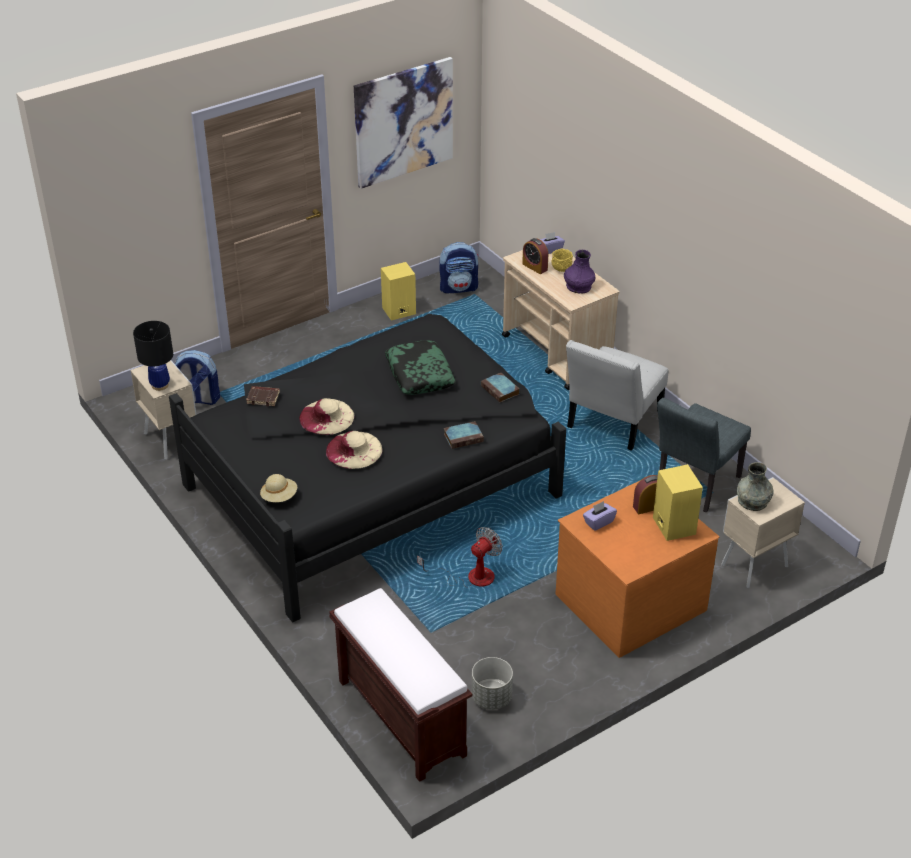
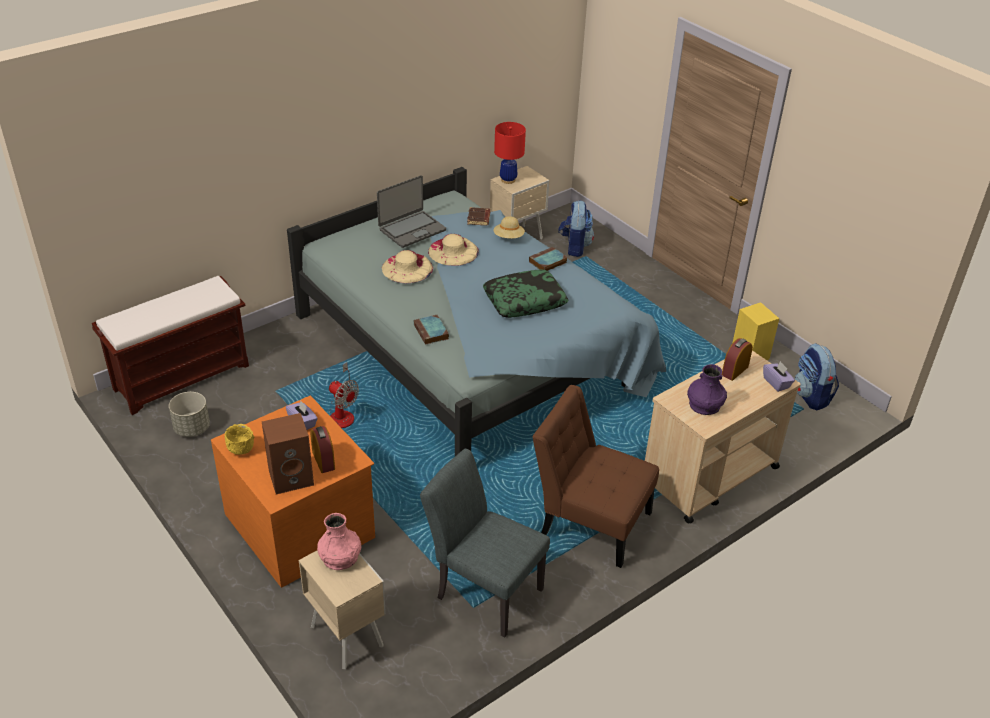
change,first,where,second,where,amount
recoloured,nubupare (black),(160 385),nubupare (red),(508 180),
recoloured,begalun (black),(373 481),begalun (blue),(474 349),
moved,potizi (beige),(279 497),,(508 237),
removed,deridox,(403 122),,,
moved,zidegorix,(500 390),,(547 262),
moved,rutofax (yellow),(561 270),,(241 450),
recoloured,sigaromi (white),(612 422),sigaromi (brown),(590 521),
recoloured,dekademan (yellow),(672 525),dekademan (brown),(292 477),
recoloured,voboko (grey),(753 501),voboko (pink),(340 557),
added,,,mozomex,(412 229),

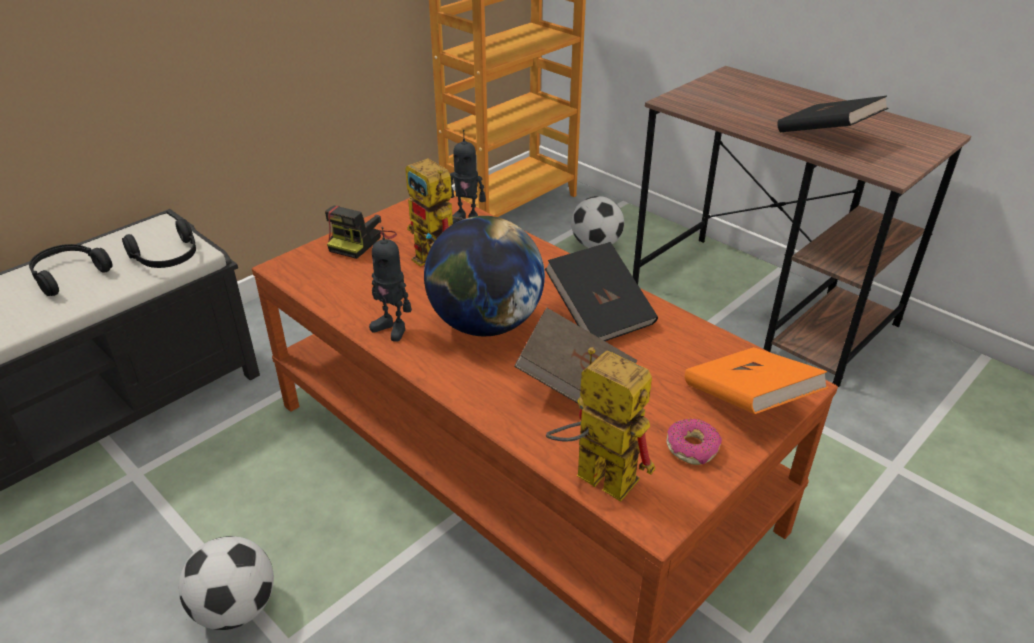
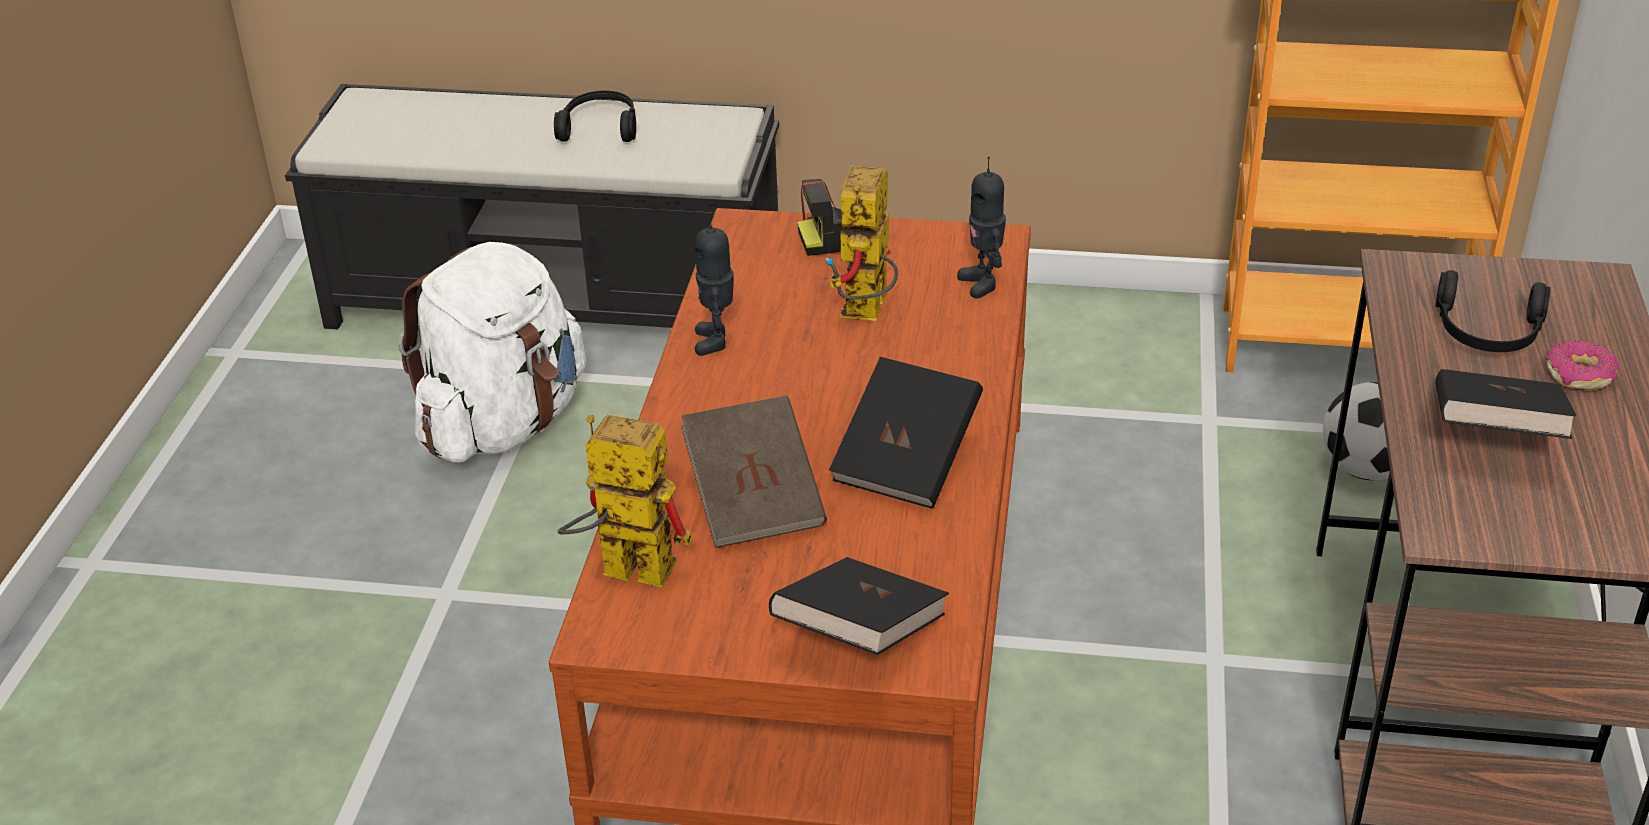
change,first,where,second,where,amount
moved,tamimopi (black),(168 258),,(1487 332),
removed,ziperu,(236 608),,,
removed,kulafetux,(485 324),,,
turned,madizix,(593 476),,(622 570),75 degrees counterclockwise
moved,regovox,(692 448),,(1580 375),
recoloured,zidegorix (orange),(747 401),zidegorix (black),(860 634),
added,,,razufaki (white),(504 425),

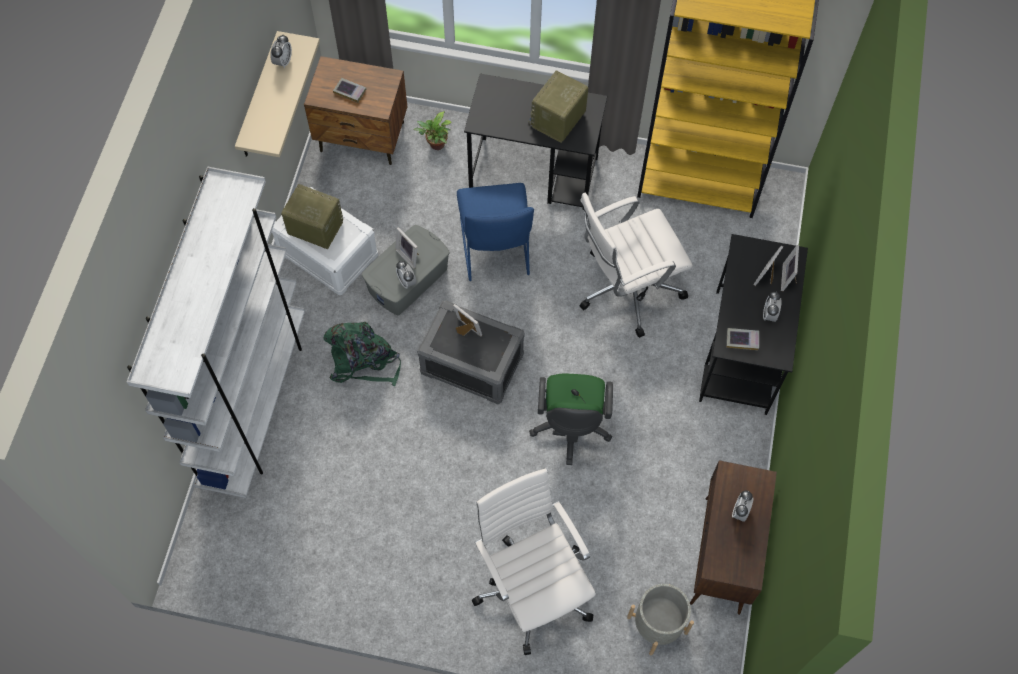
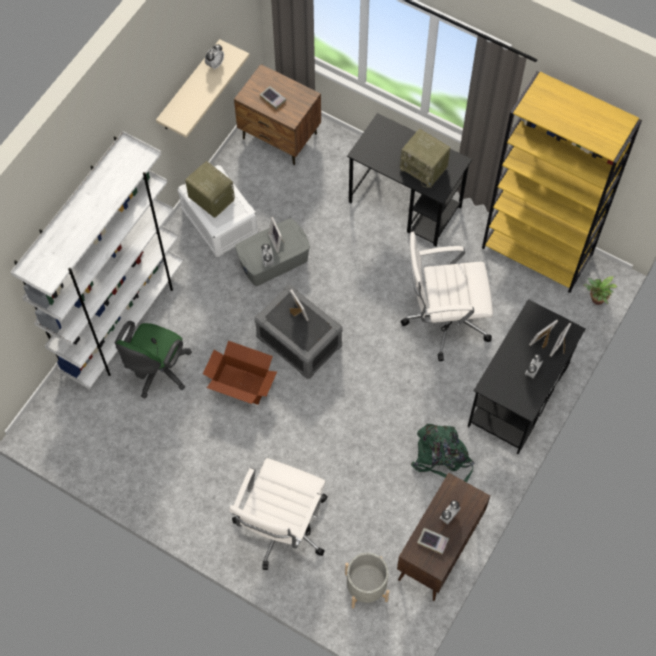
change,first,where,second,where,amount
moved,razufaki (green),(363 360),,(442 457),
moved,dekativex,(435 145),,(596 300),
removed,sigaromi (blue),(495 250),,,
turned,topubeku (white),(533 587),,(281 527),150 degrees counterclockwise
turned,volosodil,(558 121),,(424 168),105 degrees counterclockwise
moved,topubeku (green),(570 429),,(157 371),
moved,zidegorix,(742 340),,(433 541),
added,,,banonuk,(241 383),

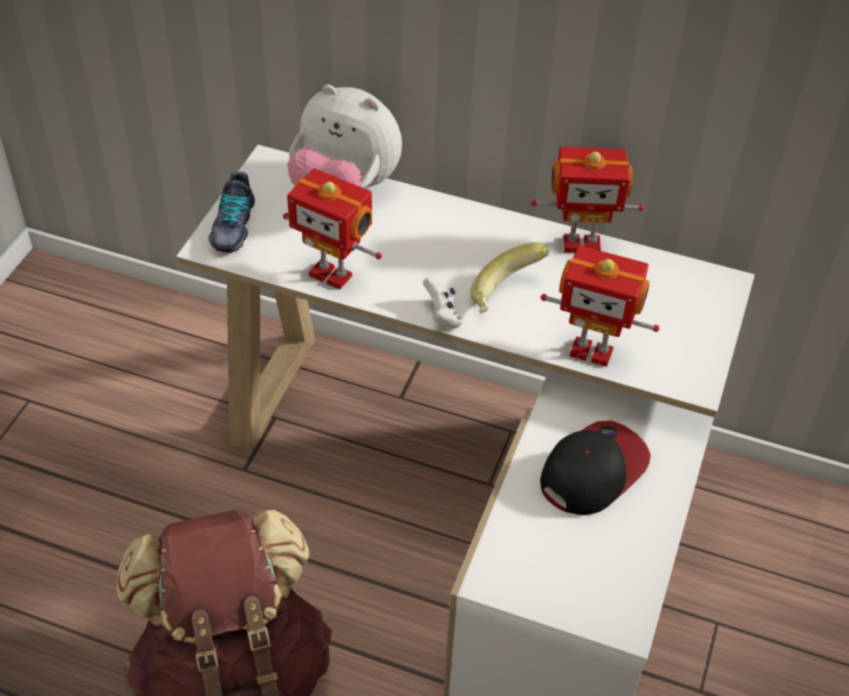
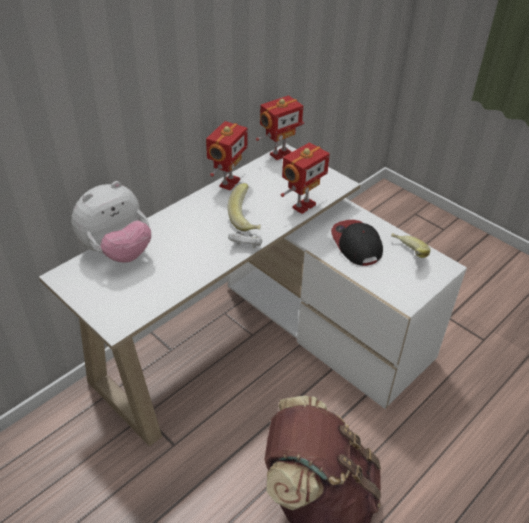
change,first,where,second,where,amount
removed,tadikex,(232 226),,,
moved,madizix,(332 273),,(279 153),
added,,,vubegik,(406 254),

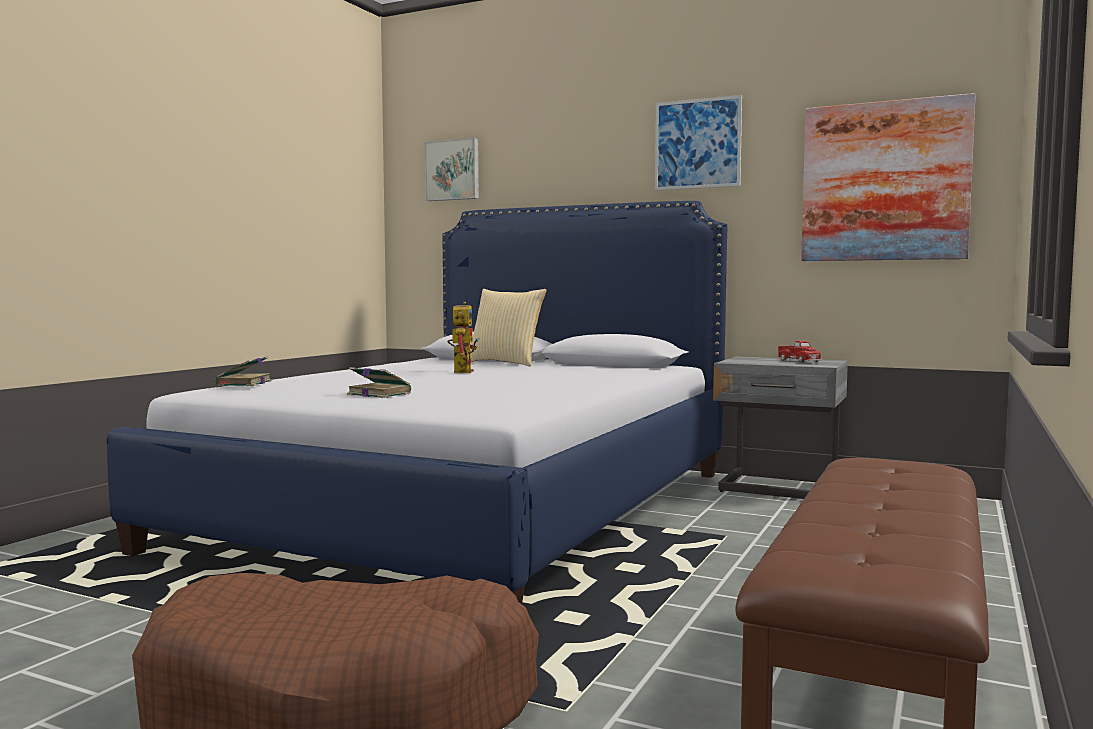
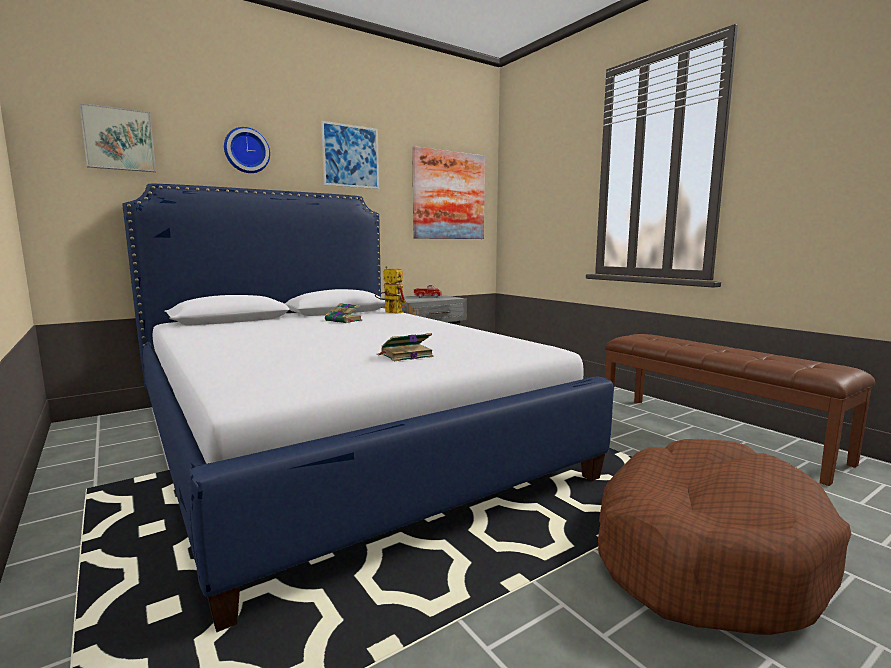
change,first,where,second,where,amount
moved,zidegorix,(243 383),,(344 320),
moved,madizix,(461 371),,(389 312),
removed,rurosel,(506 363),,,
added,,,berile,(246 151),

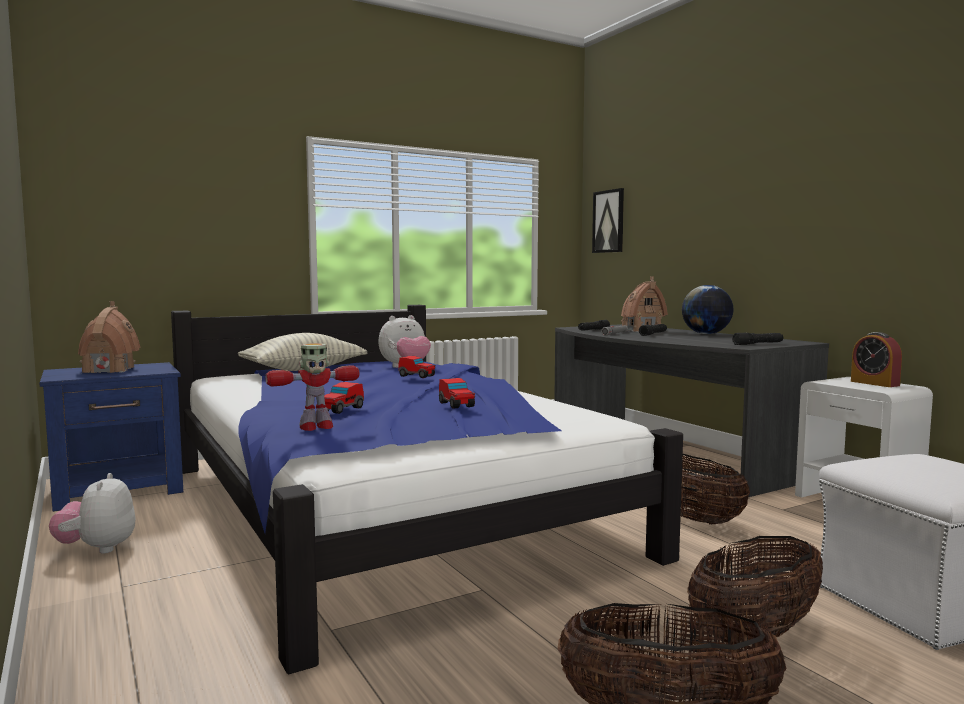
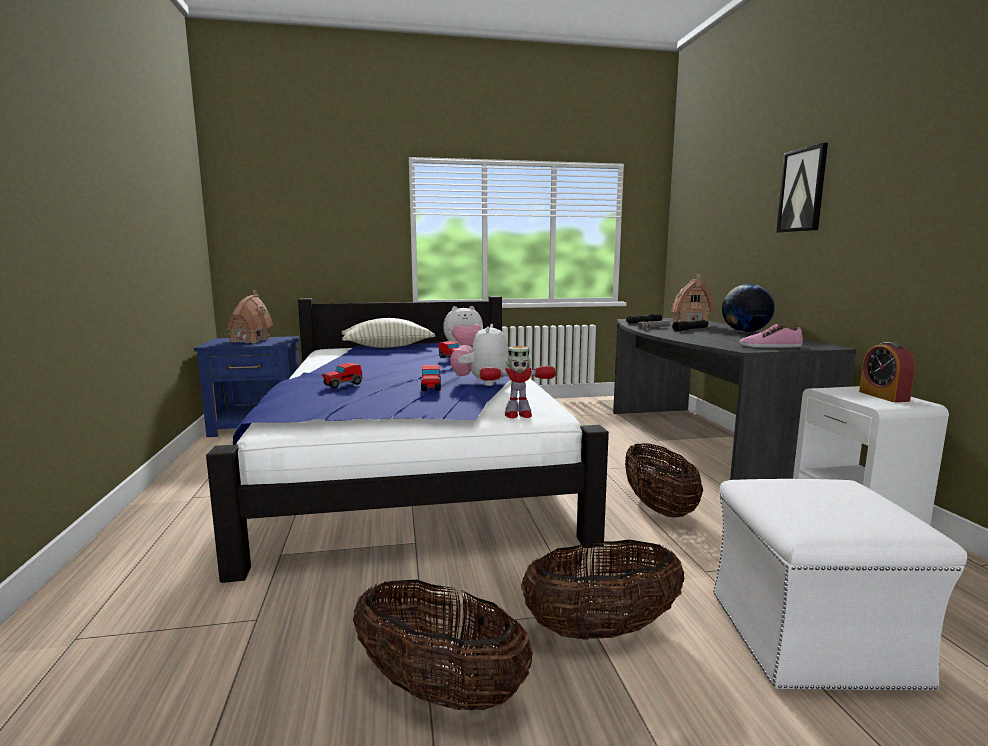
change,first,where,second,where,amount
moved,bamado,(97 549),,(481 383),
moved,madizix,(315 427),,(517 415),
moved,deridox,(609 221),,(802 190),
replaced,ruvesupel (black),(758 344),tadikex,(770 346),

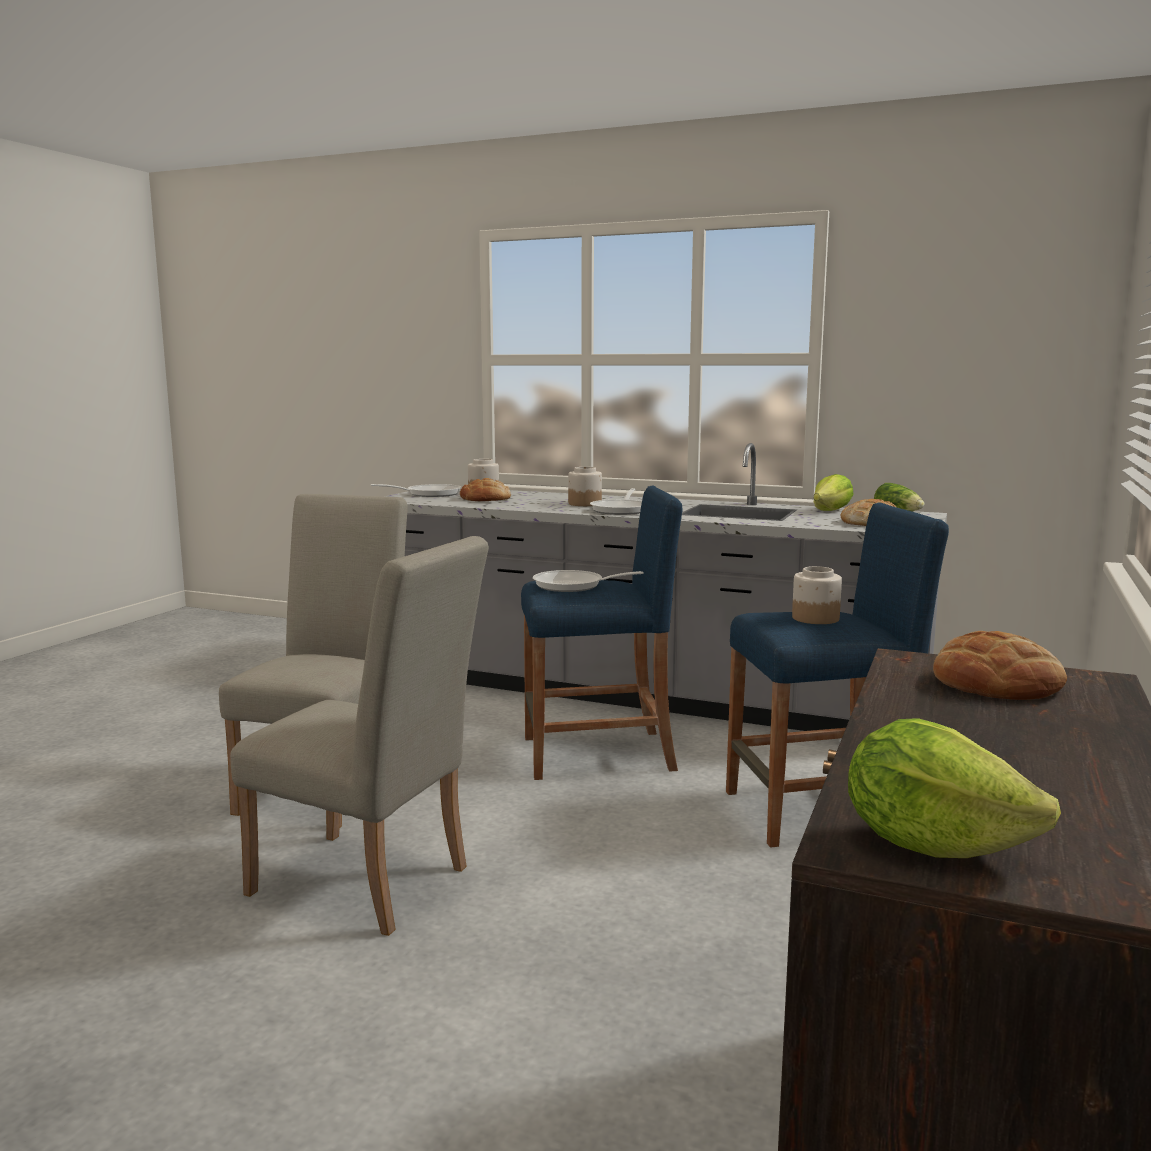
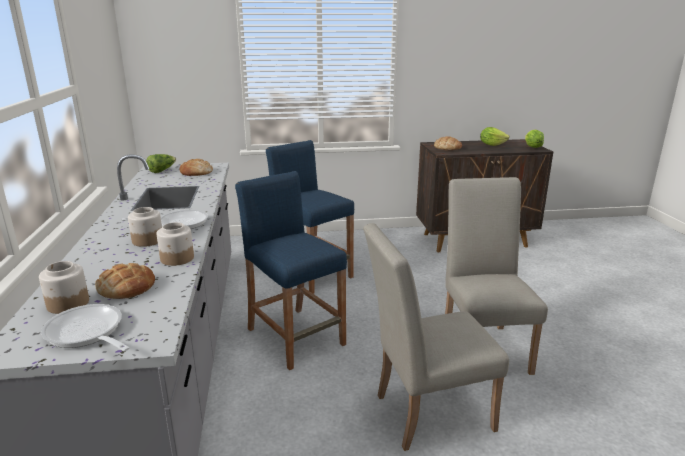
change,first,where,second,where,amount
removed,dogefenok,(575 586),,,
moved,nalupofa,(814 618),,(177 259),
moved,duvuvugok,(831 511),,(492 145),

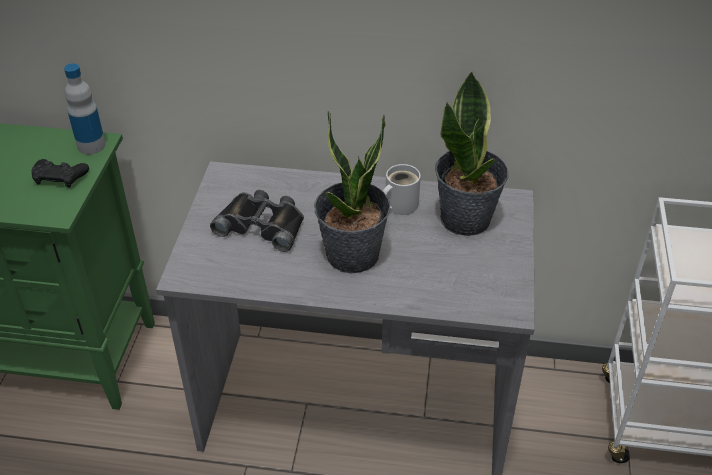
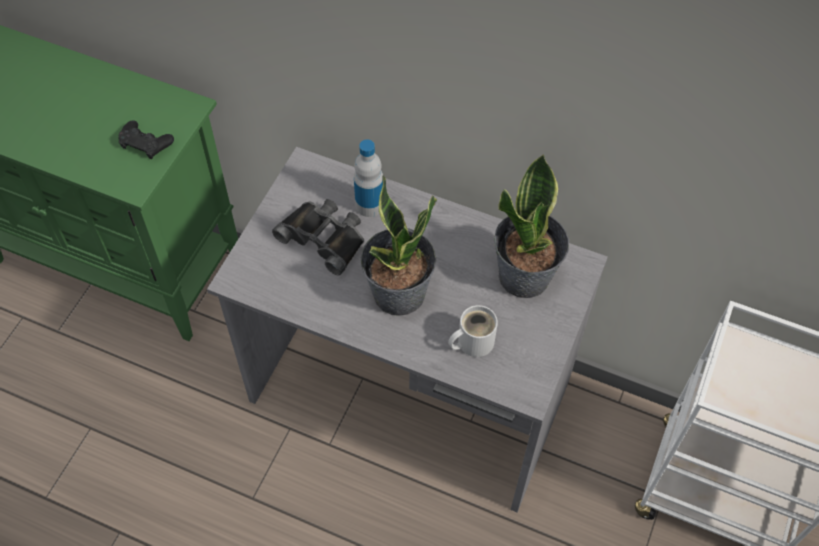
change,first,where,second,where,amount
moved,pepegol,(91 146),,(369 205),
moved,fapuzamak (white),(398 205),,(472 341),

